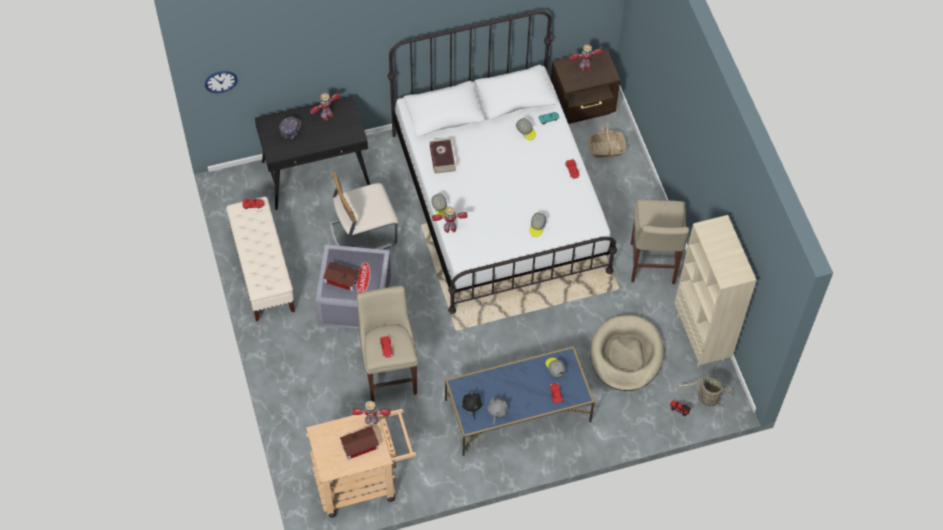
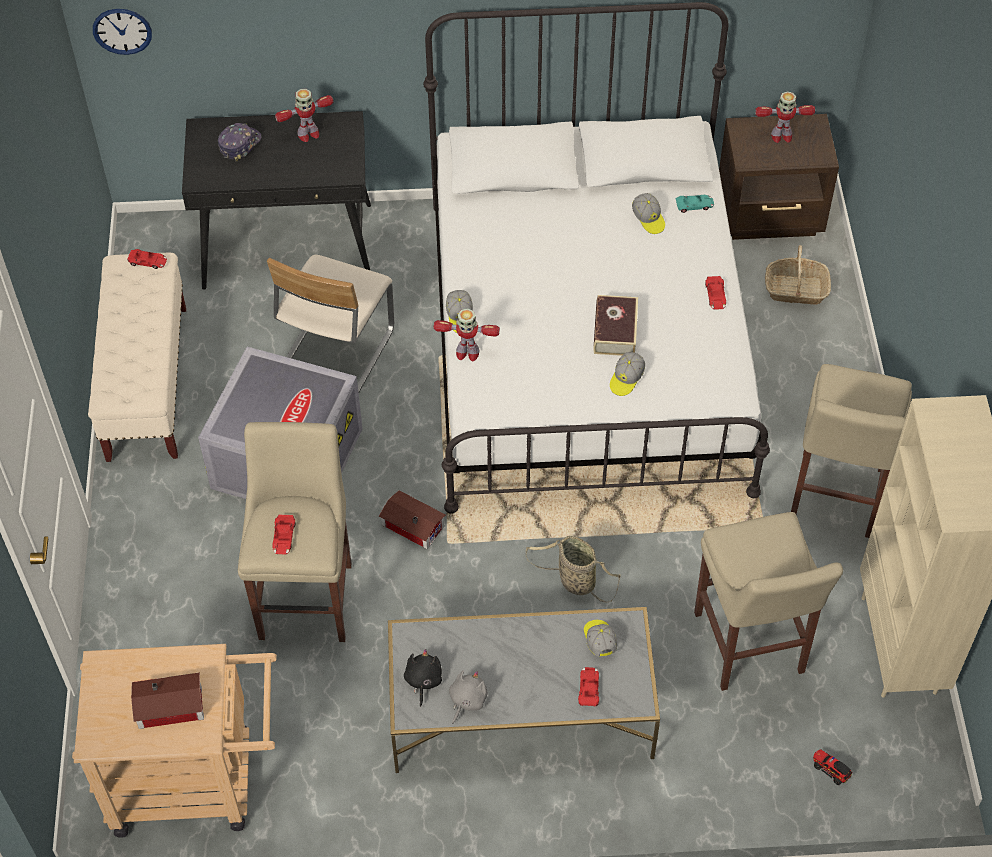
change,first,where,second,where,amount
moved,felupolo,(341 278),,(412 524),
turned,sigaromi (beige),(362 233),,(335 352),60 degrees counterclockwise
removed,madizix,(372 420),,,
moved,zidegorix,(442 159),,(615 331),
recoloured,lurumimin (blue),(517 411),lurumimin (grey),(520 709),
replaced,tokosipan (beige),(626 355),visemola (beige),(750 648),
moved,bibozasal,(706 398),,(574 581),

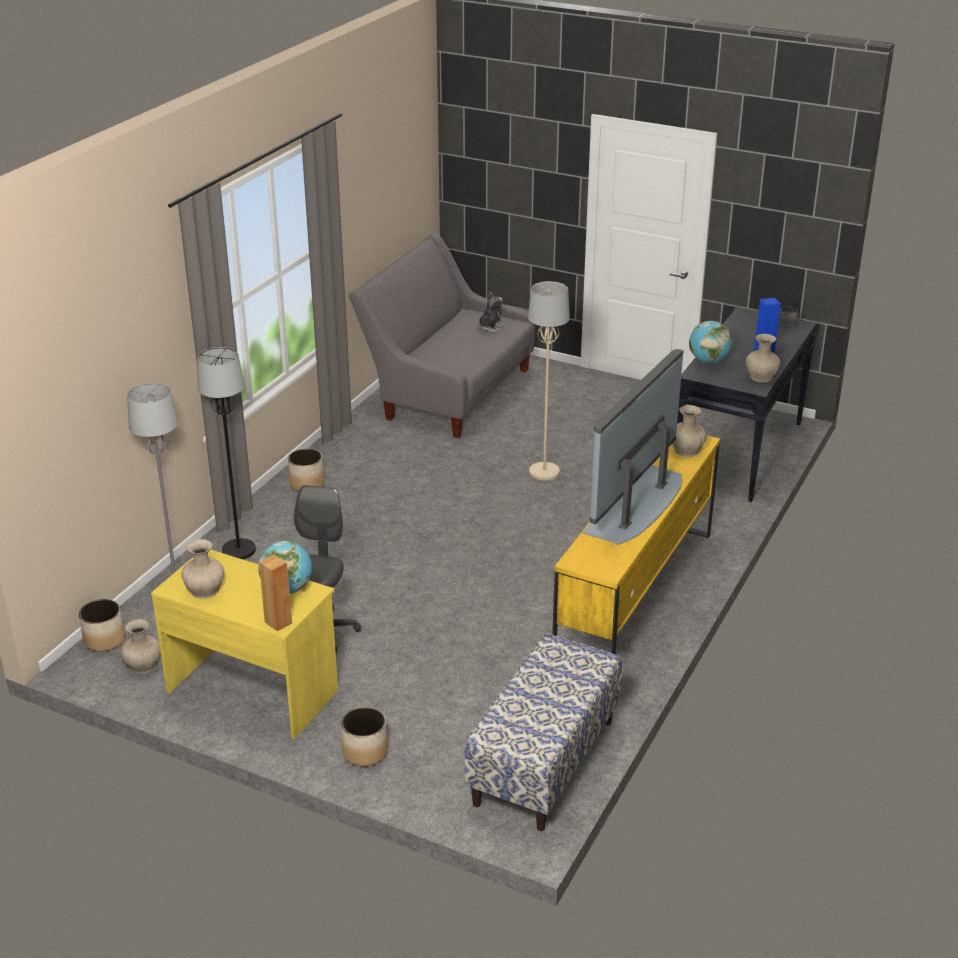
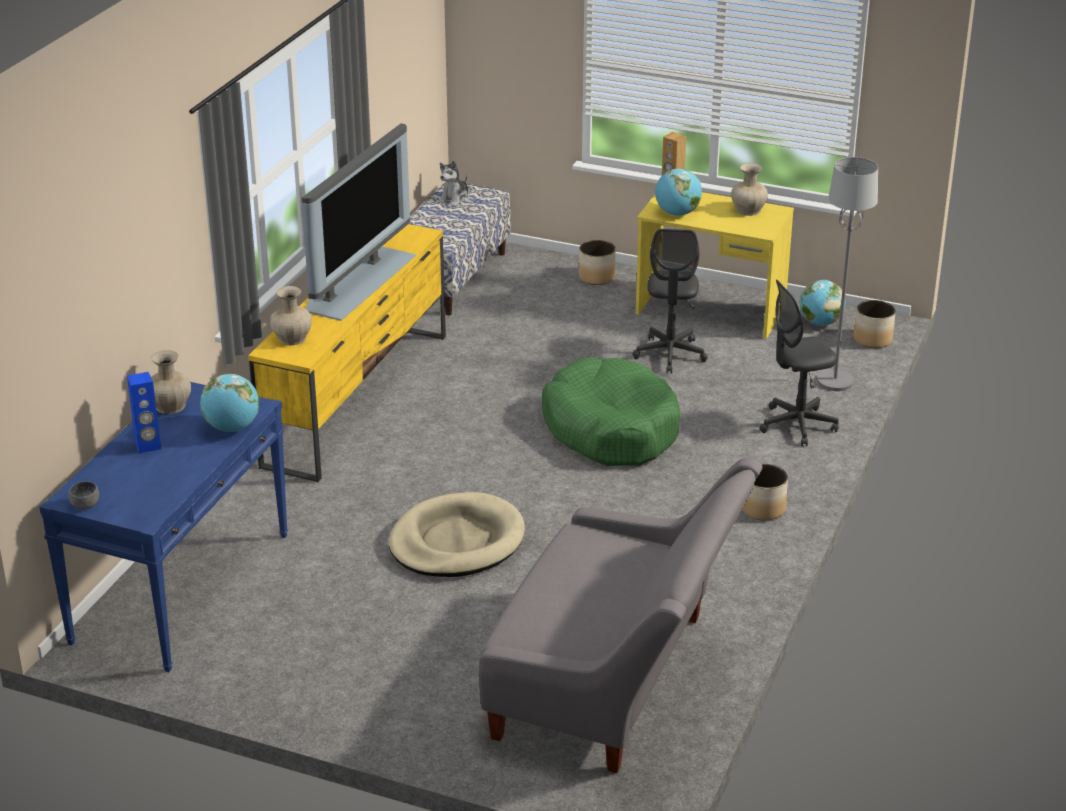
change,first,where,second,where,amount
replaced,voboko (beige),(143 665),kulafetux,(820 323),
replaced,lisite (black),(239 550),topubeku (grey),(797 425),
moved,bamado,(490 328),,(455 199),
replaced,lisite (beige),(544 472),tokosipan (beige),(456 541),
recoloured,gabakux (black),(739 452),gabakux (blue),(181 587),
added,,,tokosipan (green),(611 429),

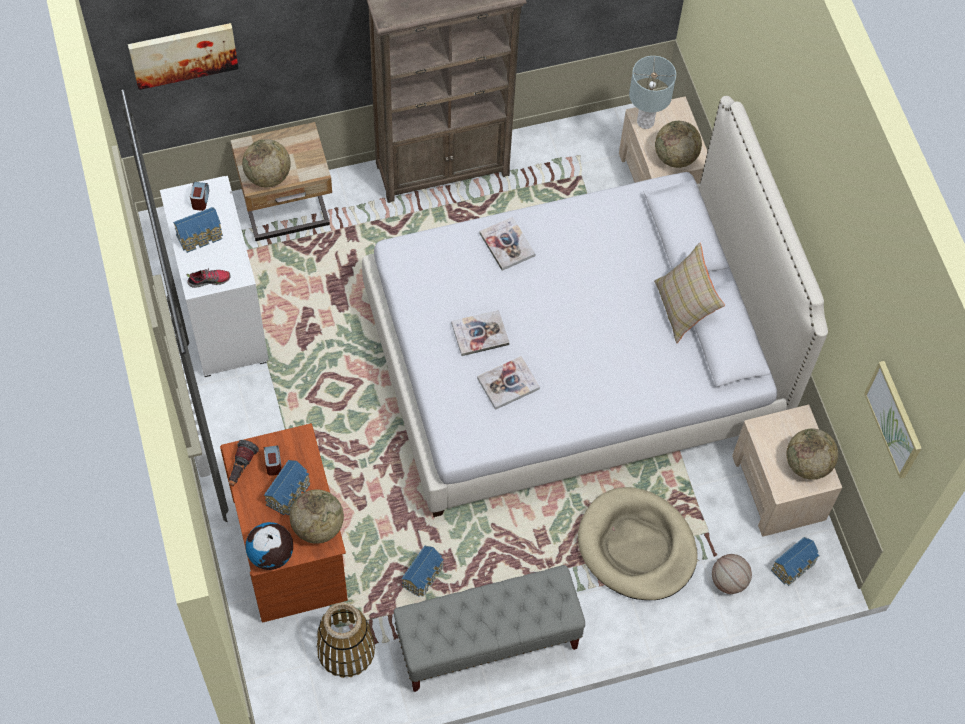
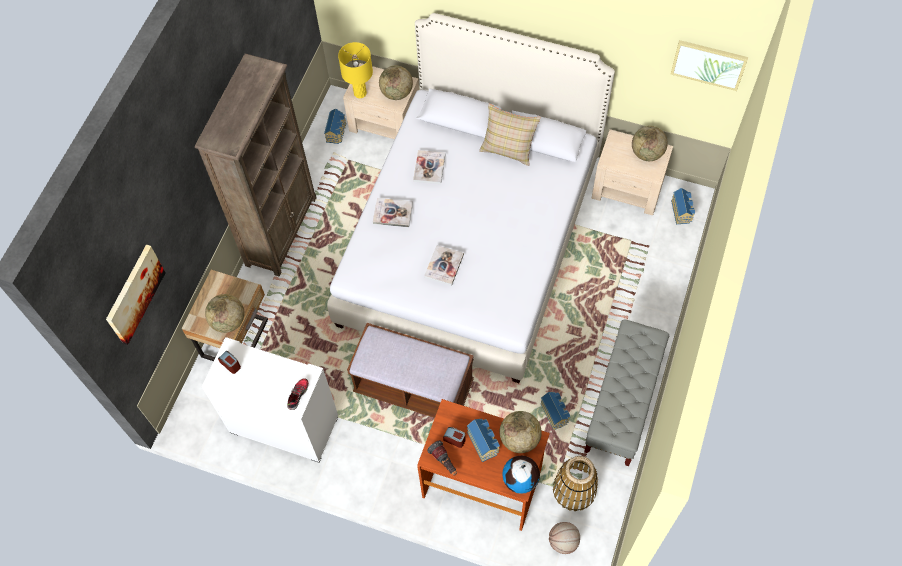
change,first,where,second,where,amount
moved,felupolo,(200 237),,(337 132),
moved,zidegorix,(508 383),,(429 168),
removed,tokosipan (beige),(636 546),,,
recoloured,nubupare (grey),(645 122),nubupare (yellow),(360 93),
moved,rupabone,(728 581),,(563 542),
added,,,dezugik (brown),(414 387),

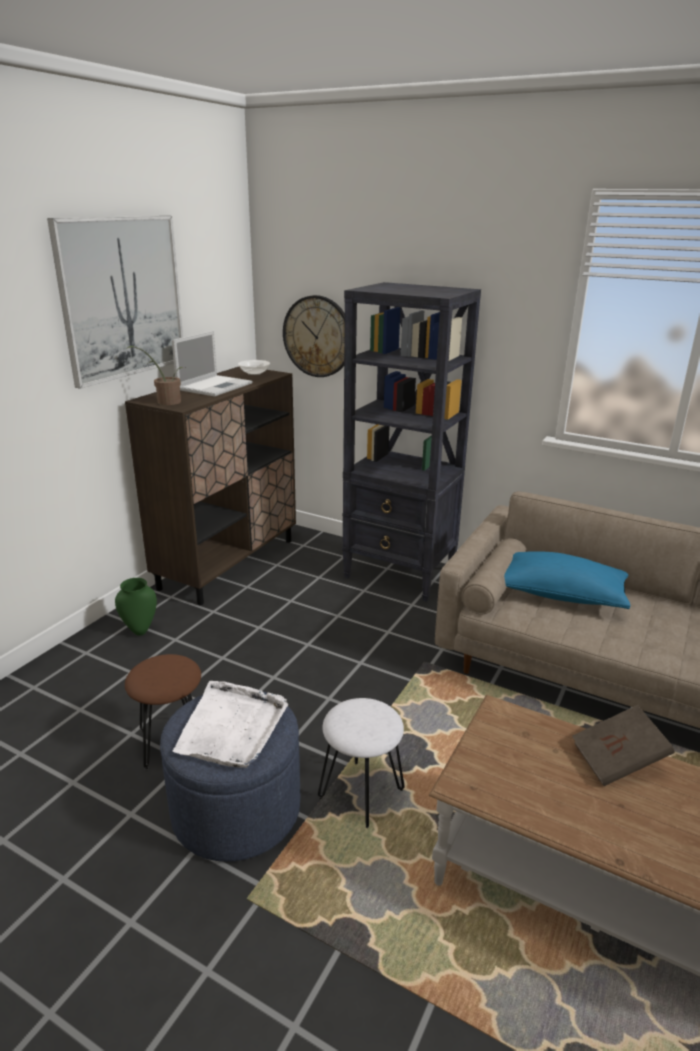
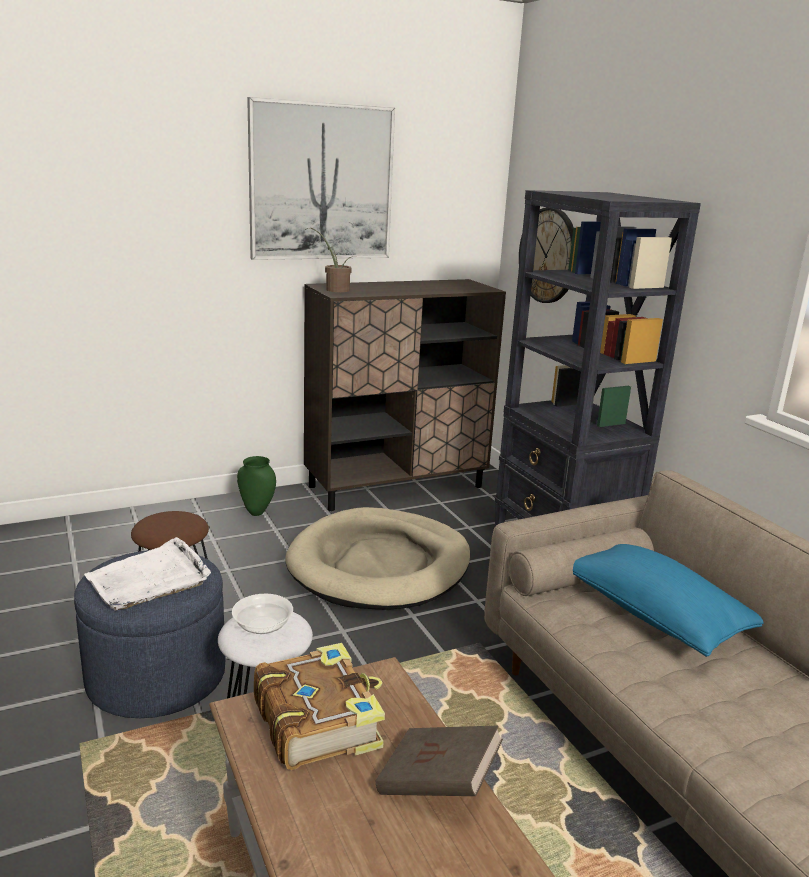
change,first,where,second,where,amount
removed,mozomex,(215 386),,,
moved,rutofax,(254 373),,(262 626),
added,,,zidegorix,(318 720),
added,,,tokosipan (beige),(380 565),

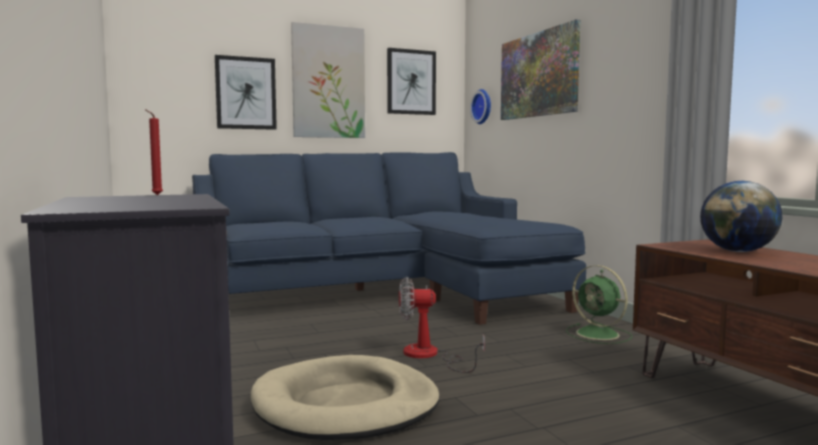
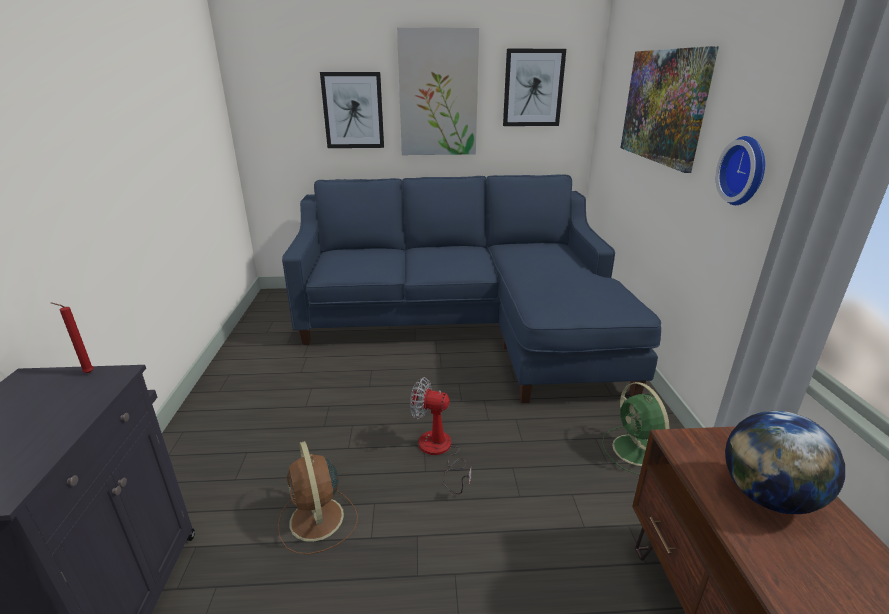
change,first,where,second,where,amount
replaced,tokosipan (beige),(346 405),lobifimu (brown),(317 521),
moved,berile,(483 106),,(745 171),

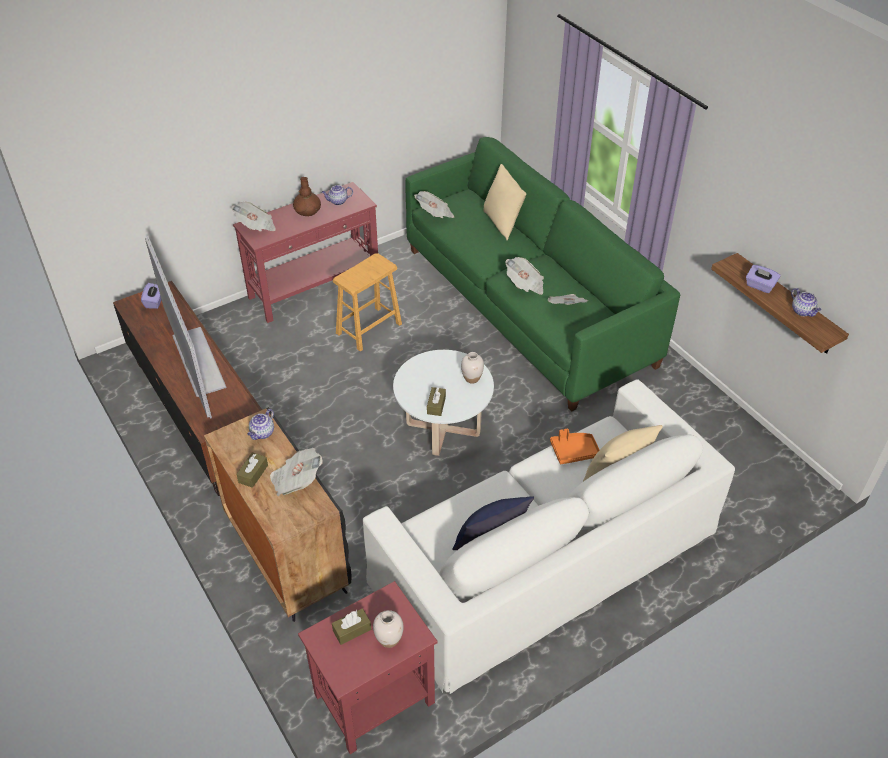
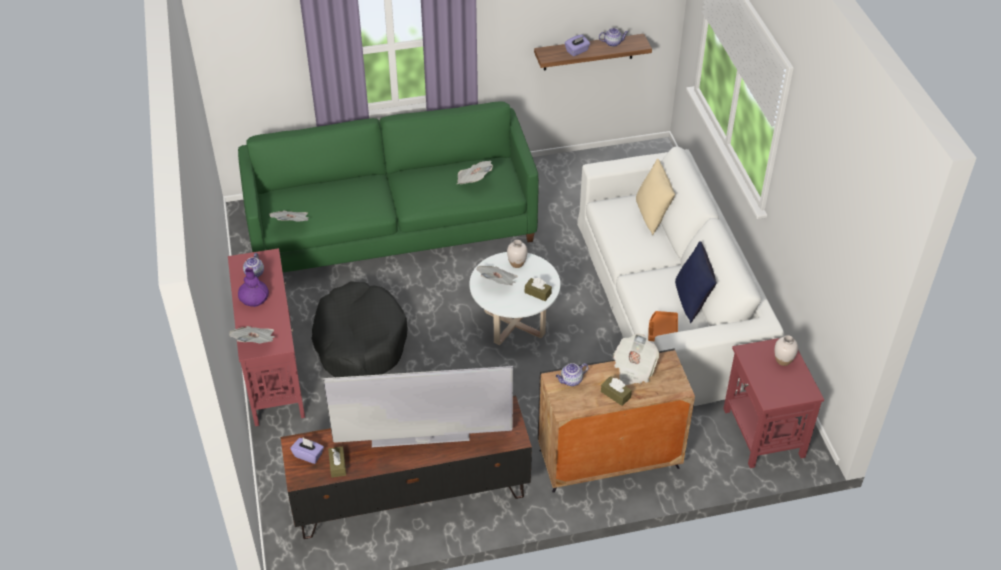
change,first,where,second,where,amount
turned,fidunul,(262 433),,(571 381),105 degrees clockwise
recoloured,voboko (brown),(307 210),voboko (purple),(254 298),
moved,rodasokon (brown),(352 630),,(337 465),
replaced,visemola (brown),(369 329),tokosipan (black),(360 342),
removed,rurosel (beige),(502 223),,,
moved,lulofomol,(525 285),,(498 282),
moved,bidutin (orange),(574 451),,(662 331),

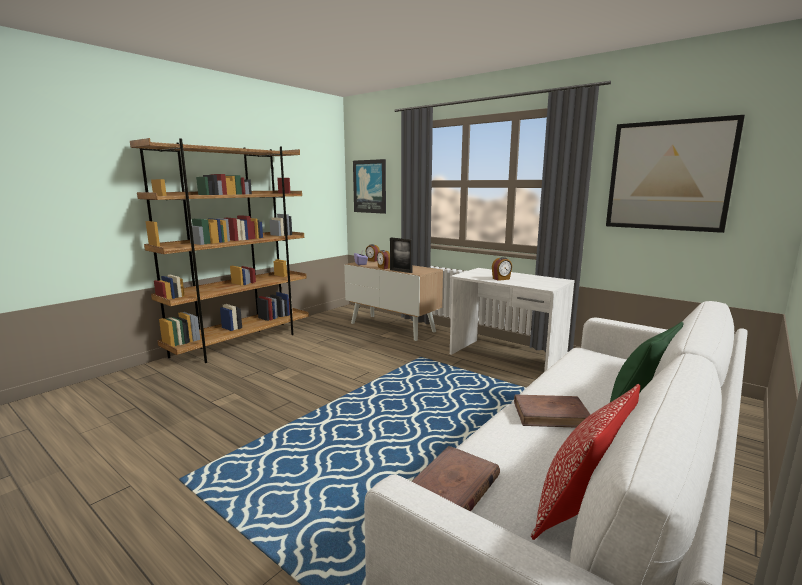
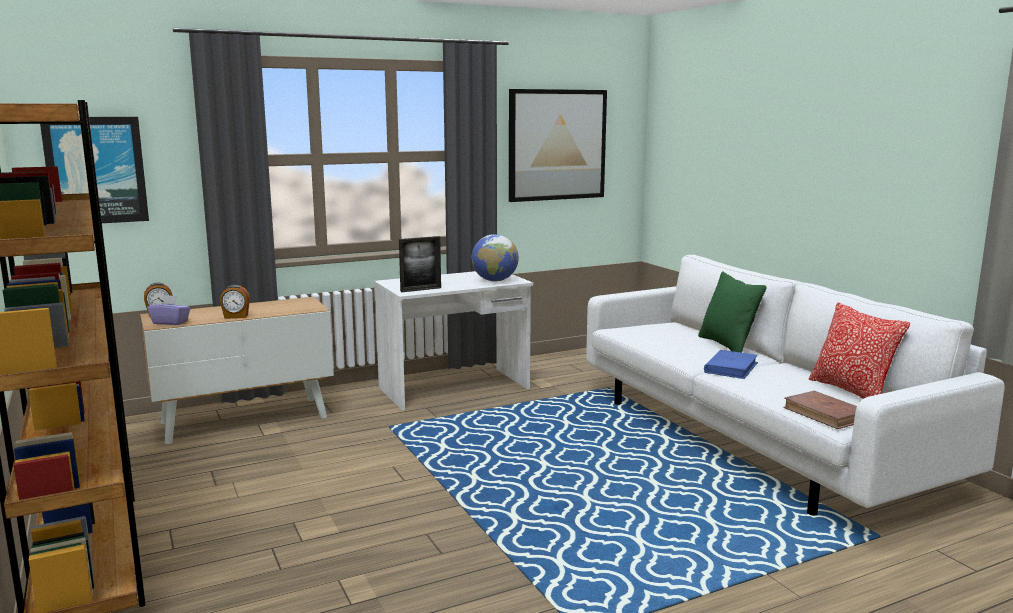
change,first,where,second,where,amount
moved,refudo,(401 271),,(421 289),
removed,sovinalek,(501 279),,,
recoloured,zidegorix (brown),(551 415),zidegorix (blue),(731 368),
added,,,kulafetux,(495 281),

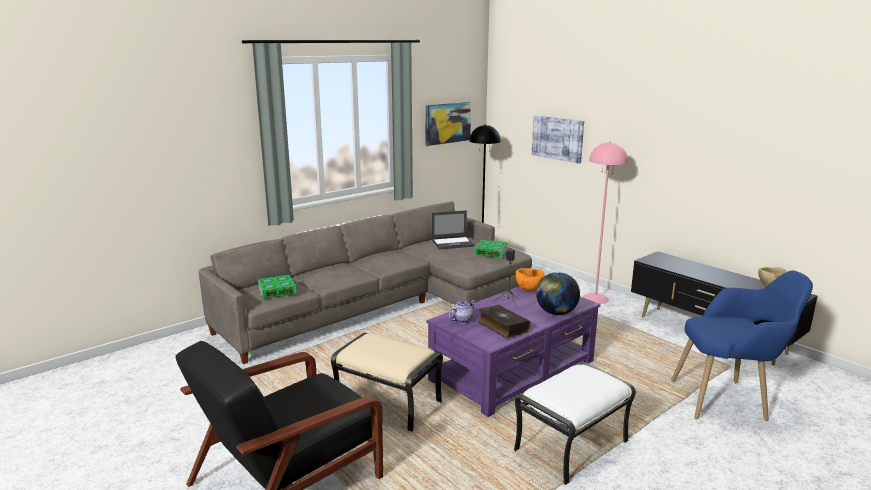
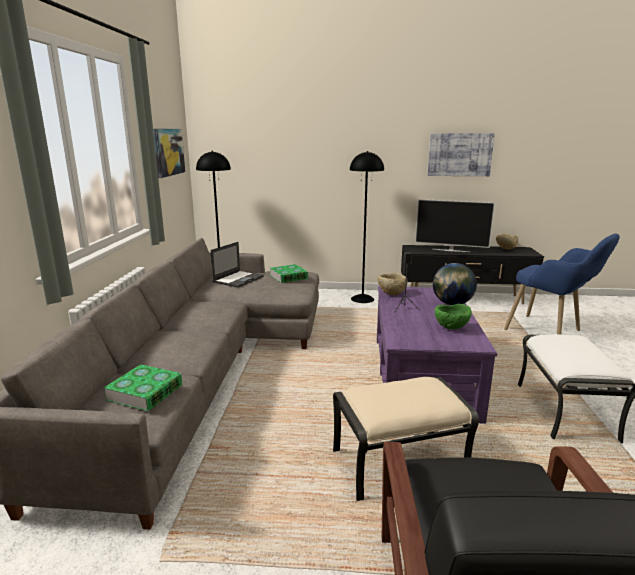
change,first,where,second,where,amount
removed,fidunul,(461 320),,,
replaced,zidegorix,(502 327),rutofax (green),(451 328),
recoloured,rutofax (orange),(529 289),rutofax (beige),(391 293),
moved,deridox,(557 138),,(459 154),
recoloured,lisite (pink),(595 298),lisite (black),(362 299),
turned,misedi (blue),(730 400),,(552 333),90 degrees clockwise
added,,,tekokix,(451 250),

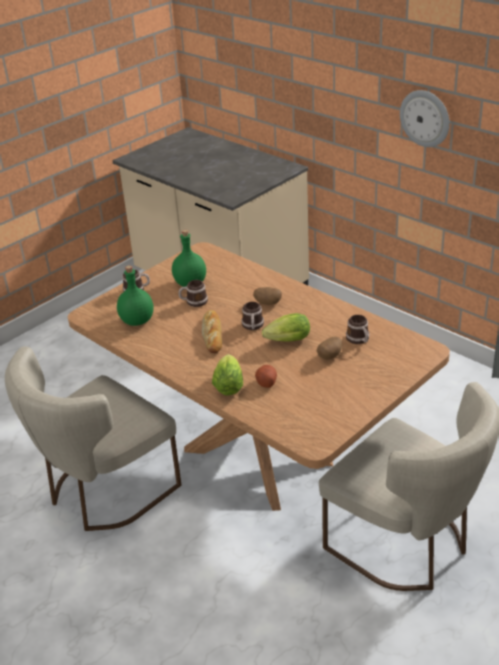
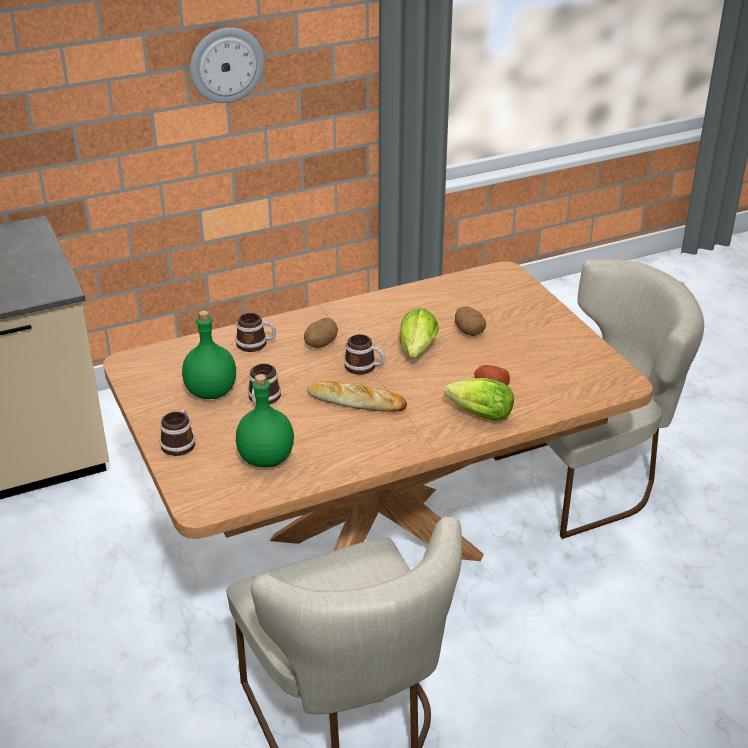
change,first,where,second,where,amount
moved,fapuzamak,(359 340),,(256 344),

